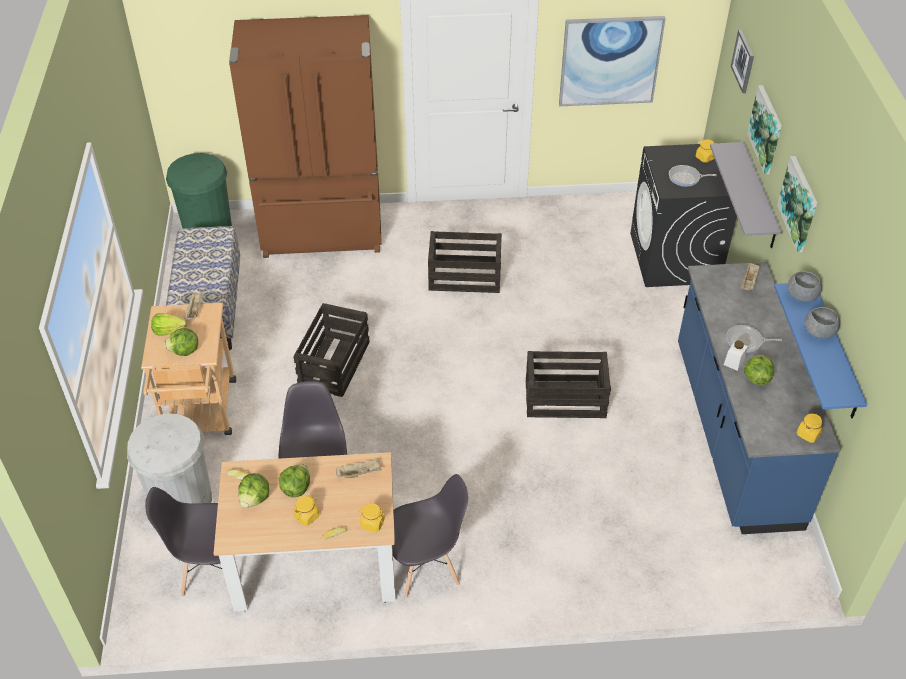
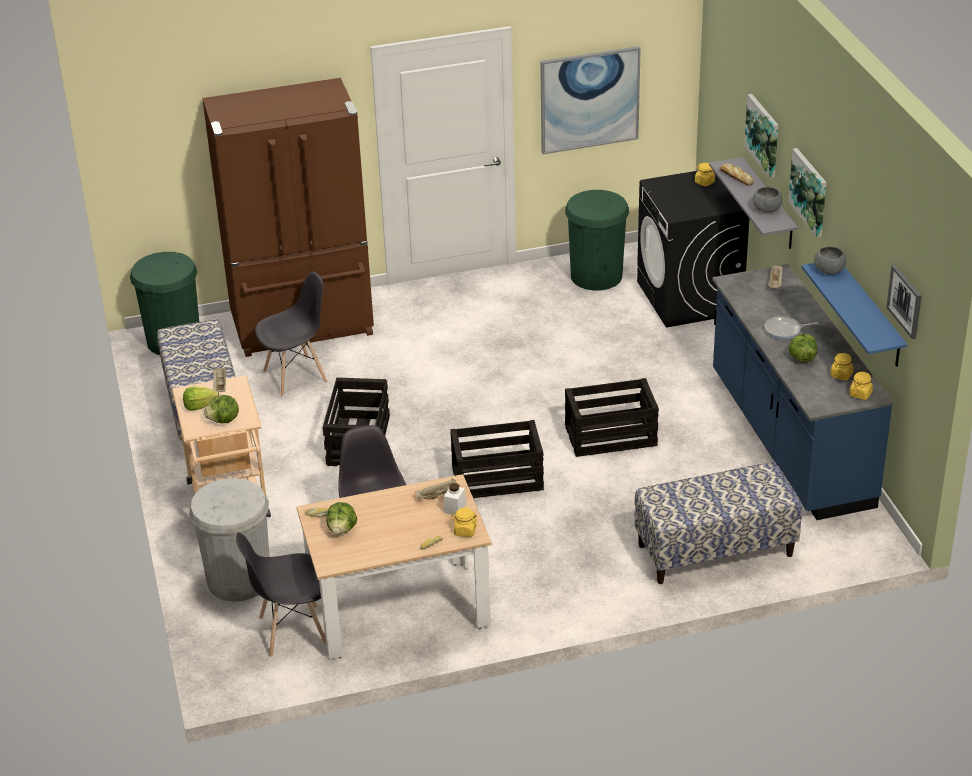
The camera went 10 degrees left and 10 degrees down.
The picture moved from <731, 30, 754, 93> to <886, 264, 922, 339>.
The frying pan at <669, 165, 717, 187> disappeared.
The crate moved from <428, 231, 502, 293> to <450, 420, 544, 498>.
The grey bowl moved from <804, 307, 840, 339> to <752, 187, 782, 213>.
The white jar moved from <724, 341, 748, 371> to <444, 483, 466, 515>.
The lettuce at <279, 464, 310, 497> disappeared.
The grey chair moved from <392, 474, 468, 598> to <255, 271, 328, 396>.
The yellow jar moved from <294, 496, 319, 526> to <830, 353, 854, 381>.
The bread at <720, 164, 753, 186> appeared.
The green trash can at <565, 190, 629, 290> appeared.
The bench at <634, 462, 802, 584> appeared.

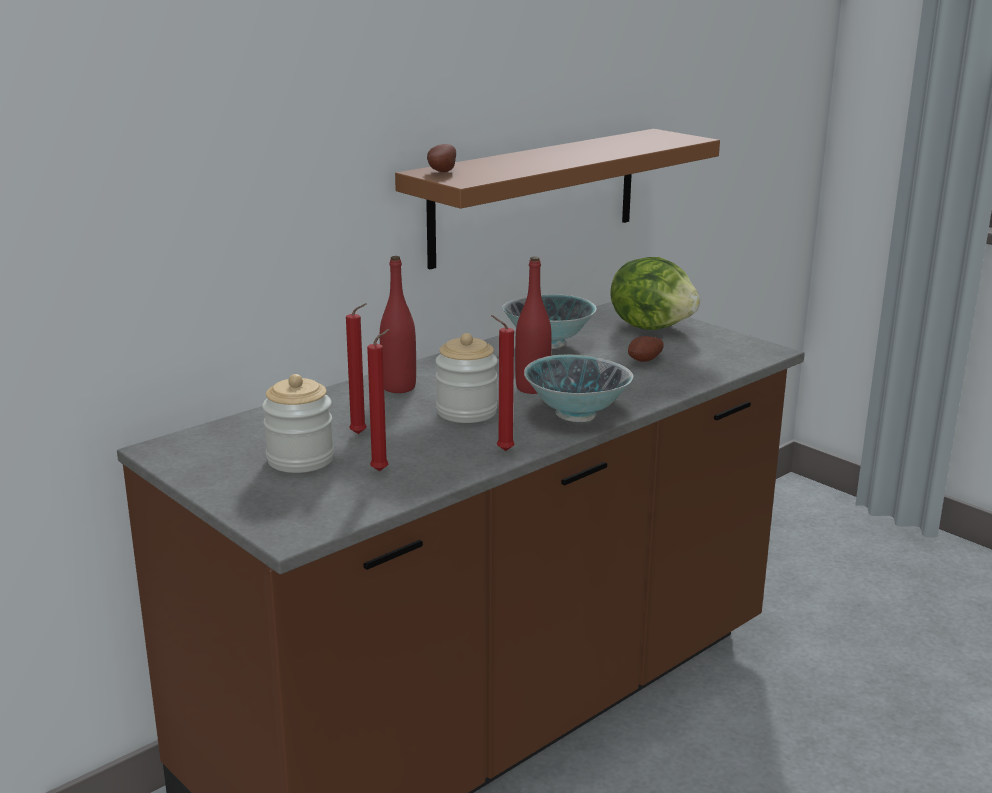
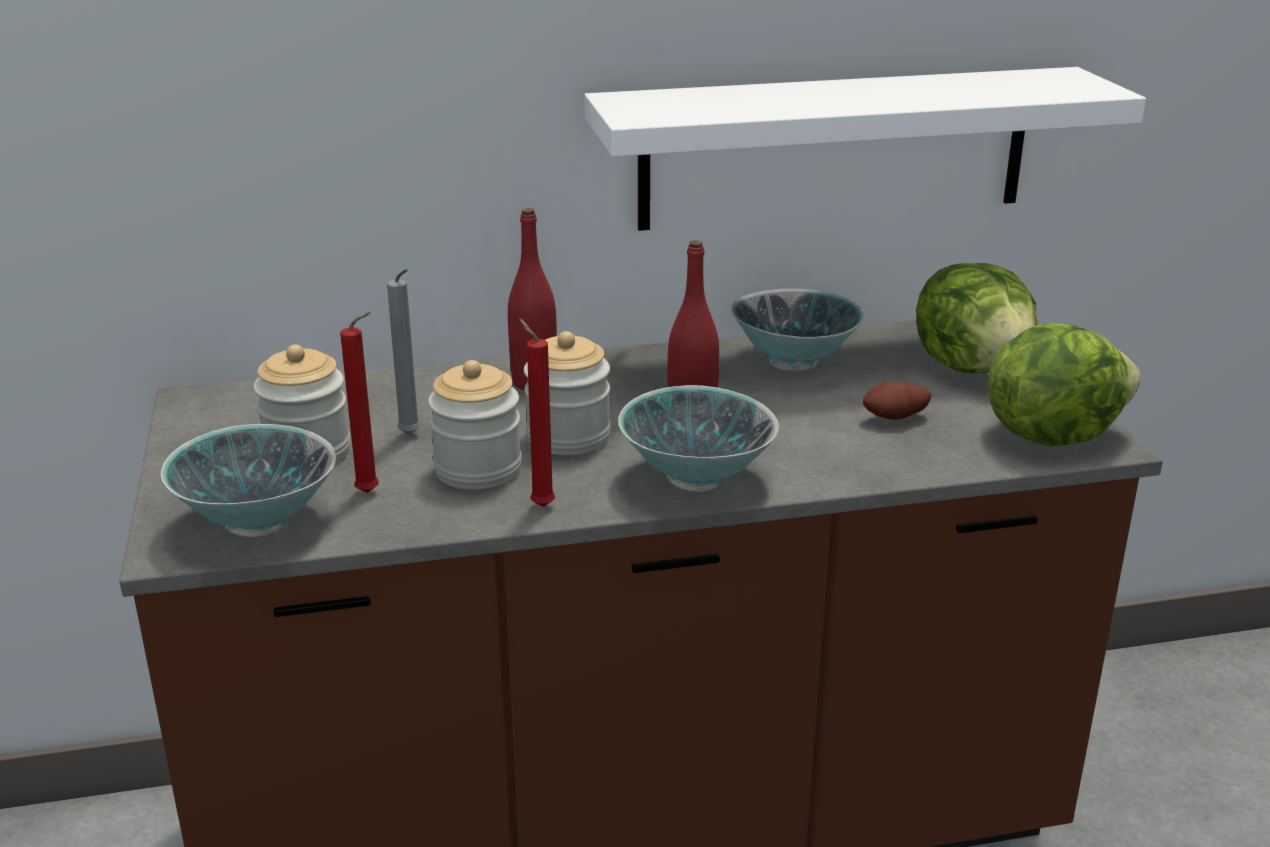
The camera went 30 degrees right and 5 degrees up.
The brown shelf at <395, 129, 720, 269> became the white shelf at <584, 67, 1146, 231>.
The potato at <427, 144, 456, 172> disappeared.
The red candle at <346, 303, 367, 434> became the grey candle at <387, 269, 420, 435>.
The lettuce at <988, 323, 1141, 447> appeared.
The jar at <428, 360, 522, 490> appeared.
The bowl at <161, 424, 336, 537> appeared.

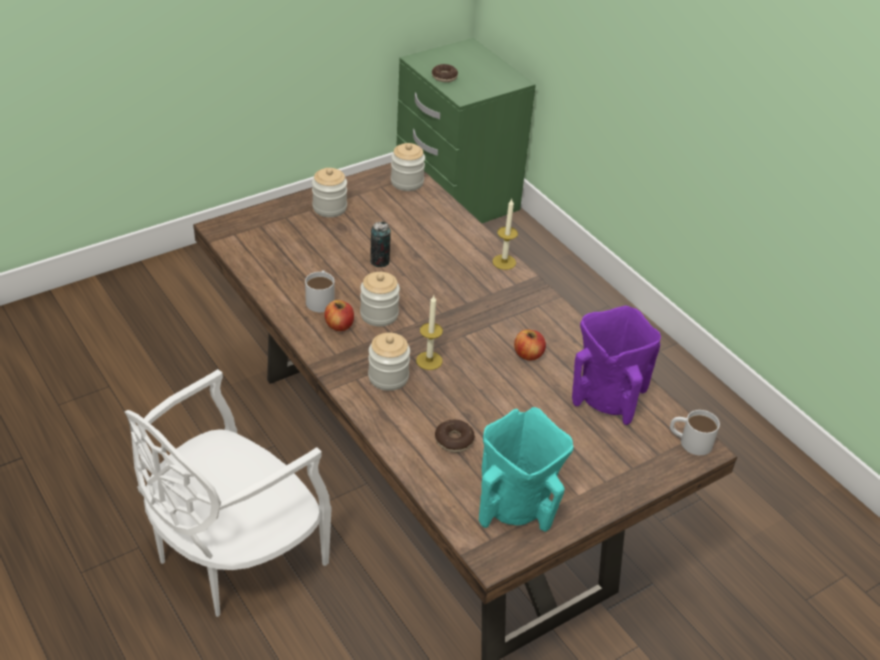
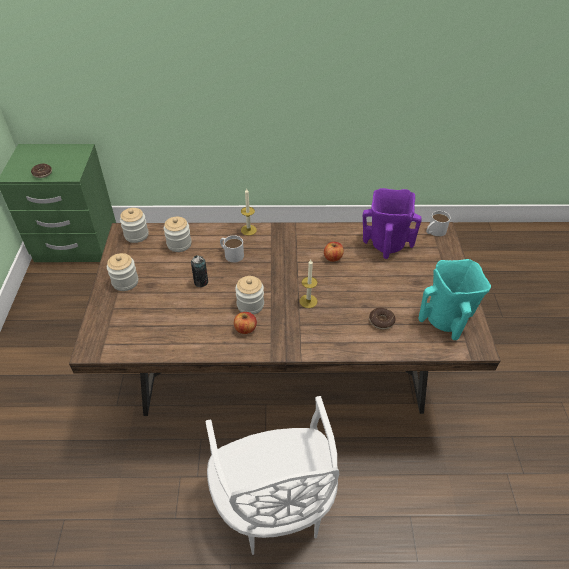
The camera went 55 degrees left and 5 degrees up.
The white mug moved from <305, 270, 335, 312> to <220, 235, 244, 263>.
The jar moved from <368, 333, 410, 391> to <164, 217, 192, 252>.

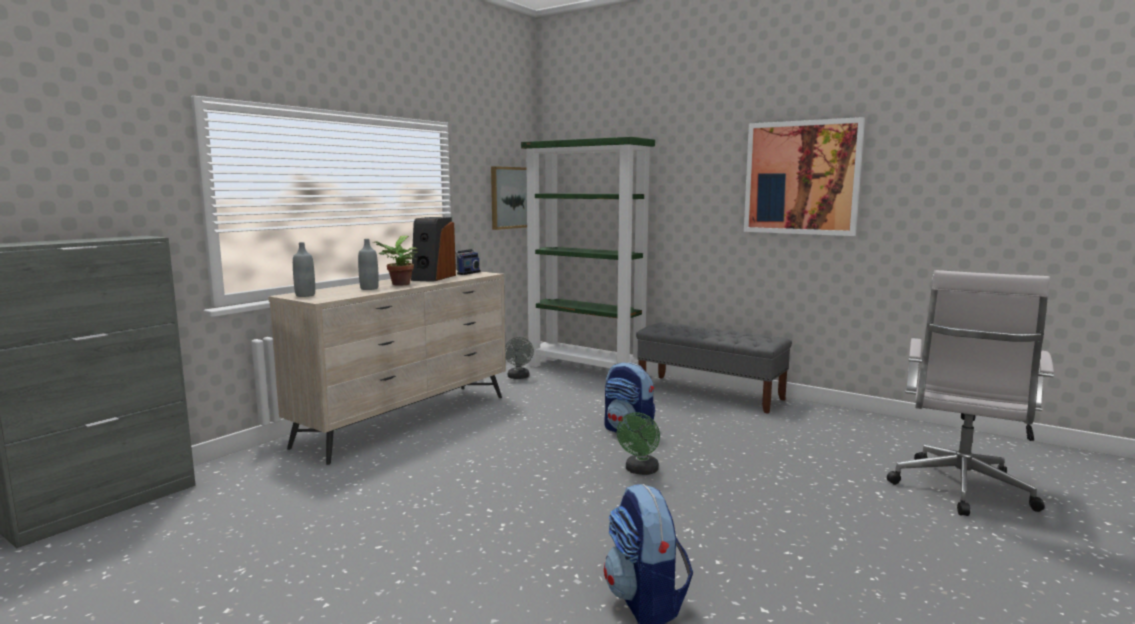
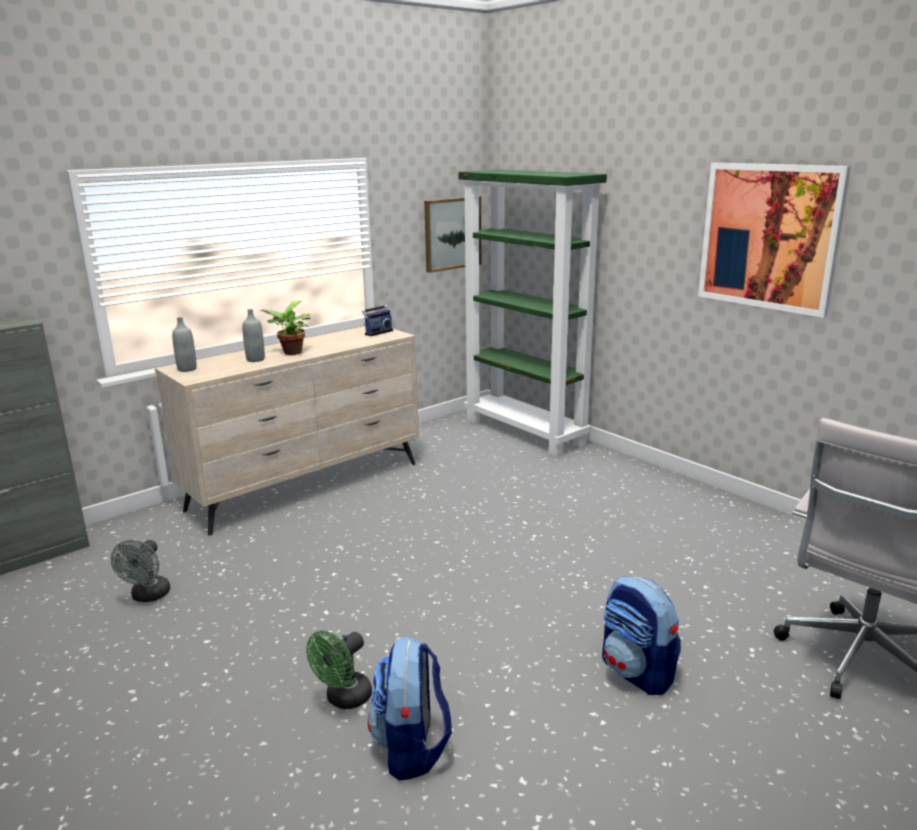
The camera went 15 degrees right and 10 degrees up.
The speaker at <411, 217, 456, 282> disappeared.
The grey bench at <636, 322, 792, 414> disappeared.
The grey fan moved from <505, 337, 534, 379> to <111, 540, 170, 602>.
The backpack moved from <605, 362, 655, 433> to <602, 576, 681, 695>.
The green fan moved from <617, 412, 660, 475> to <306, 631, 372, 709>.

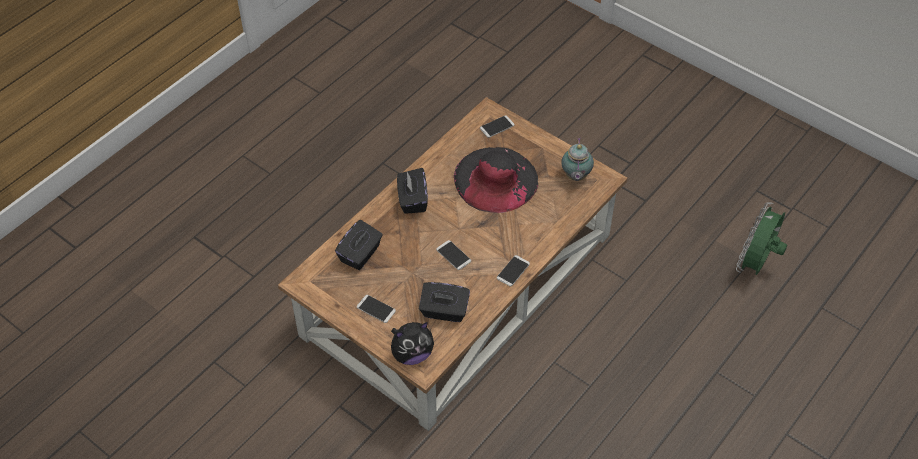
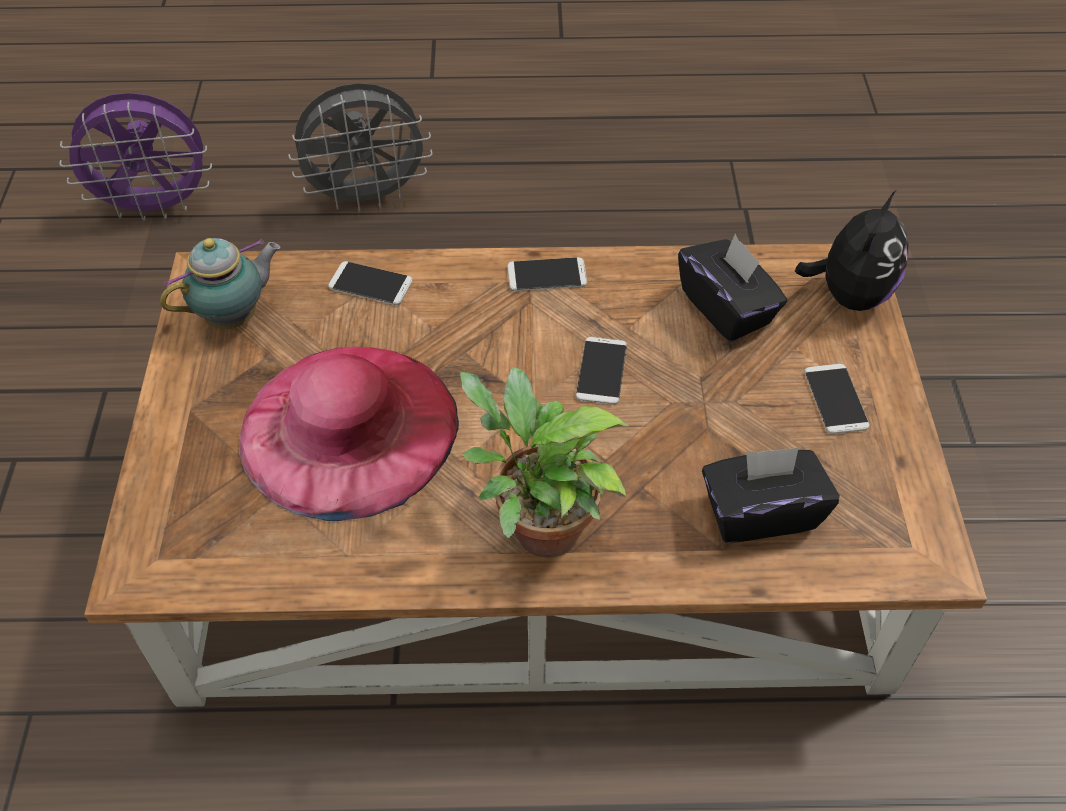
The camera went 130 degrees left and 0 degrees up.
The phone moved from <480, 115, 515, 138> to <328, 261, 413, 305>.
The black hat at <454, 147, 538, 213> became the pink hat at <239, 347, 459, 521>.
The black tissue box at <397, 168, 428, 214> was replaced by the potted plant at <460, 367, 628, 558>.
The green fan at <736, 202, 787, 275> became the purple fan at <59, 93, 212, 221>.
The plush toy at <391, 322, 434, 365> turned 90 degrees clockwise.
The grey fan at <288, 83, 432, 212> appeared.

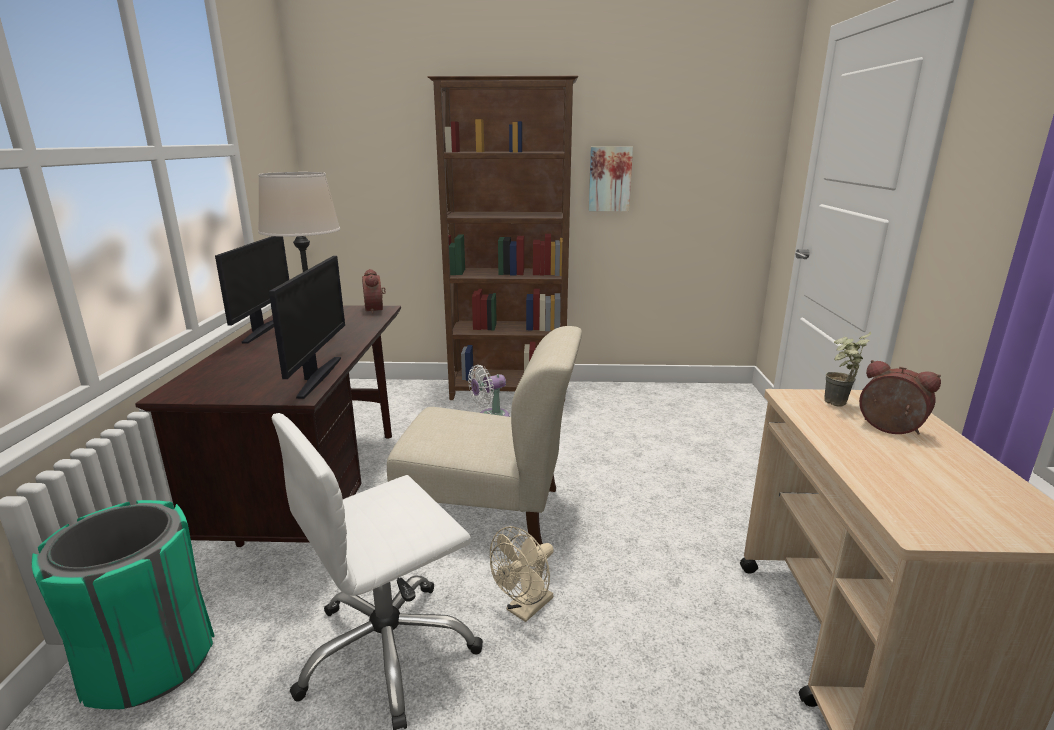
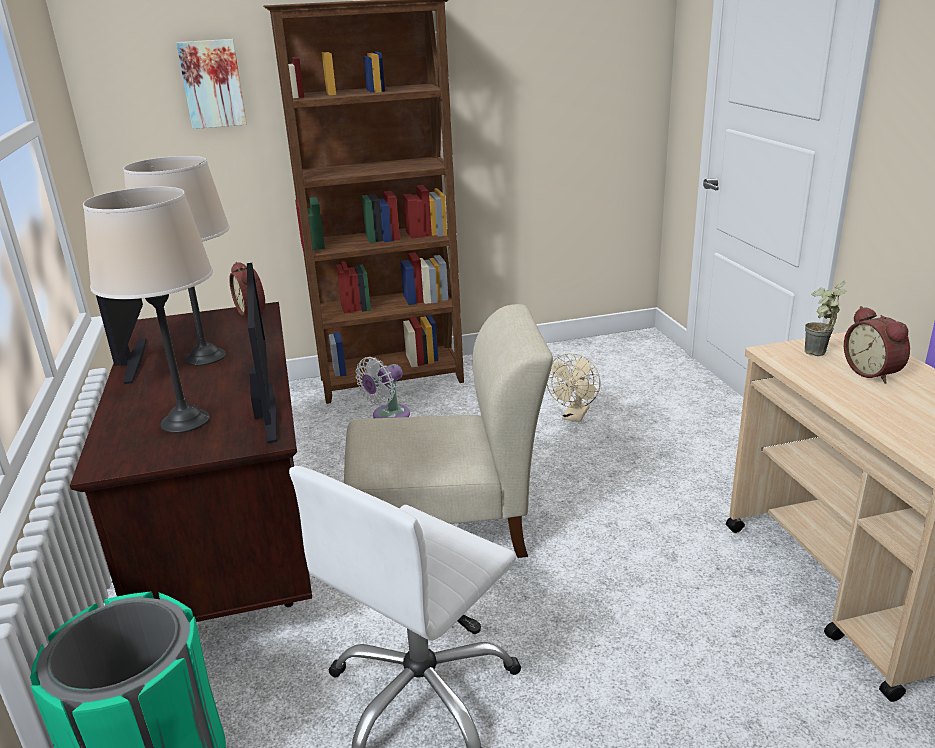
The camera went 15 degrees left and 5 degrees up.
The picture moved from <589, 147, 633, 211> to <176, 39, 247, 129>.
The alarm clock at <859, 360, 941, 435> turned 135 degrees counterclockwise.
The beige fan moved from <490, 526, 554, 622> to <547, 353, 600, 422>.
The beige table lamp at <83, 187, 213, 433> appeared.

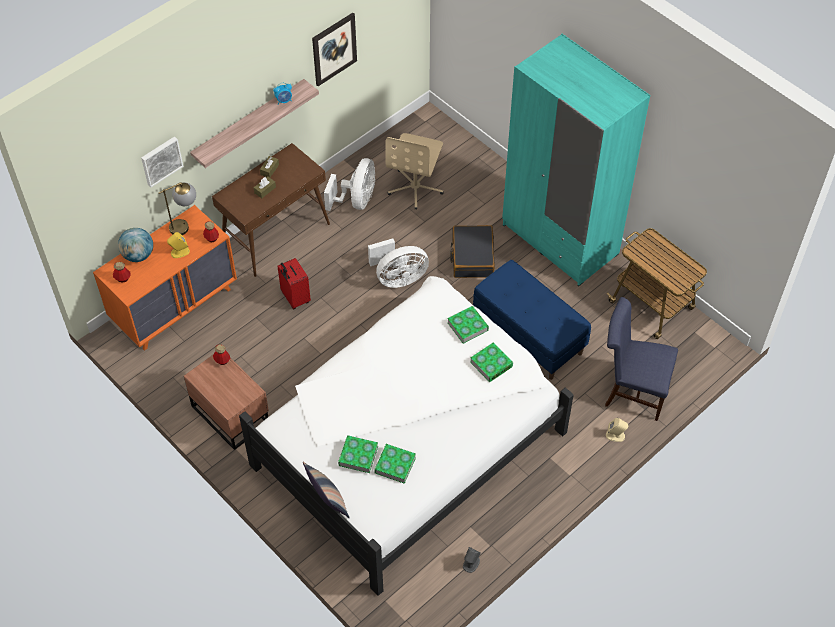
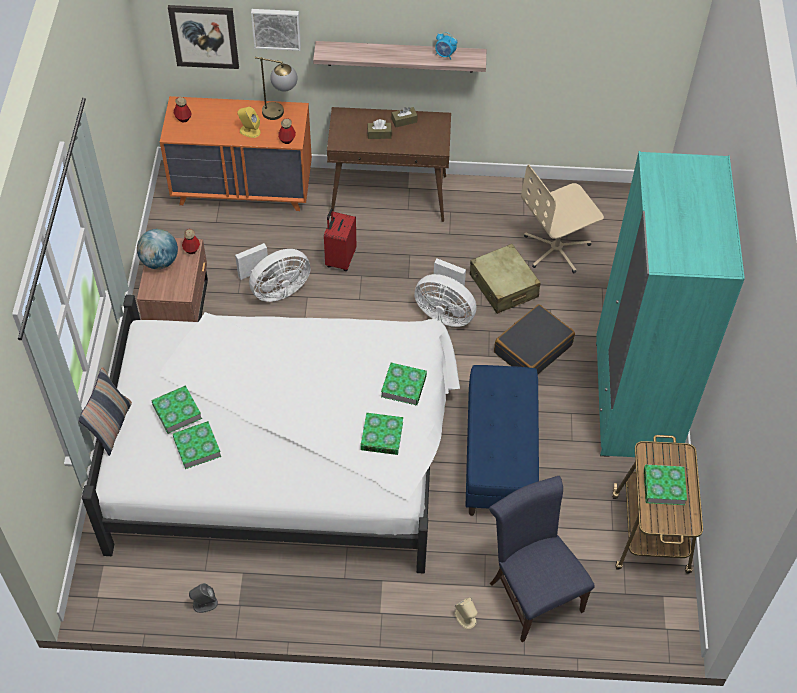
The camera went 45 degrees right and 0 degrees up.
The picture moved from <312, 13, 357, 86> to <168, 5, 239, 69>.
The white fan moved from <324, 158, 375, 211> to <235, 243, 310, 302>.
The globe moved from <118, 228, 153, 262> to <137, 229, 178, 269>.
The beige suitcase at <470, 244, 541, 314> appeared.
The book at <644, 465, 687, 505> appeared.

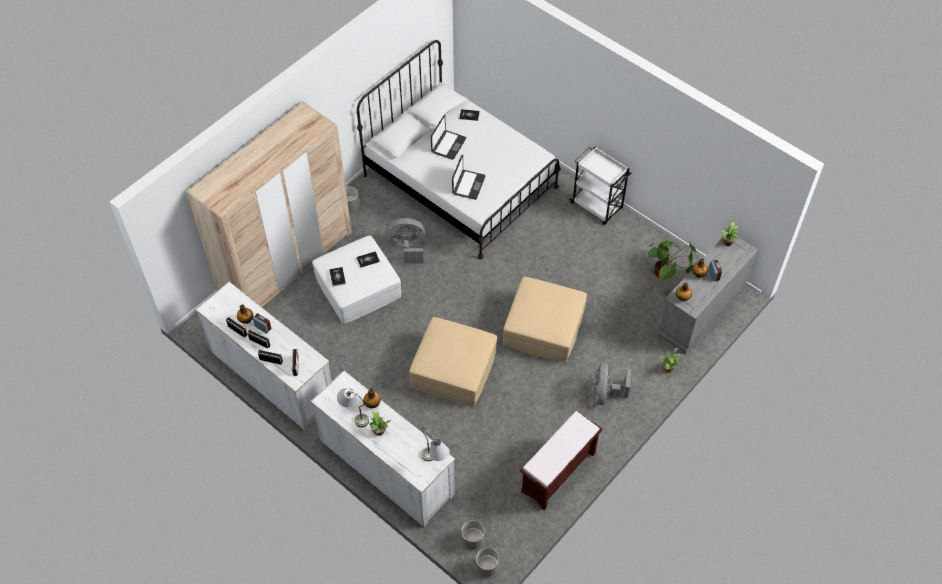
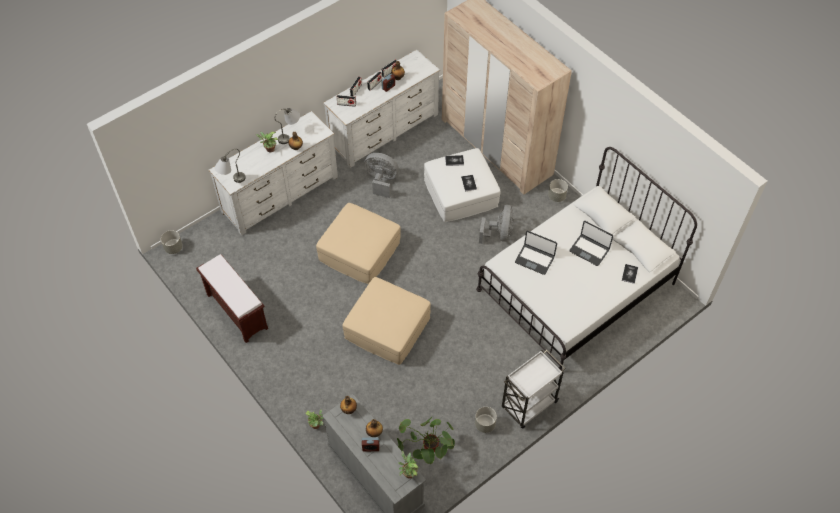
The camera went 100 degrees right and 0 degrees up.
The grey fan moved from <593, 363, 631, 405> to <364, 153, 399, 198>.
The grey planter moved from <461, 520, 484, 549> to <475, 407, 497, 433>.

